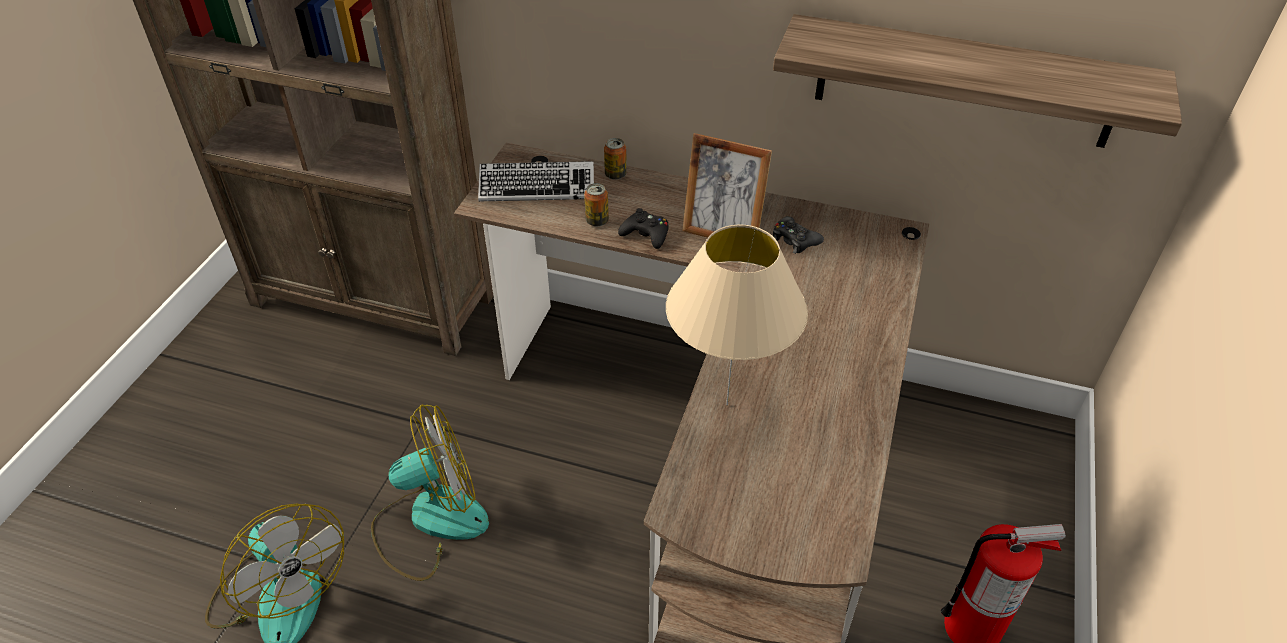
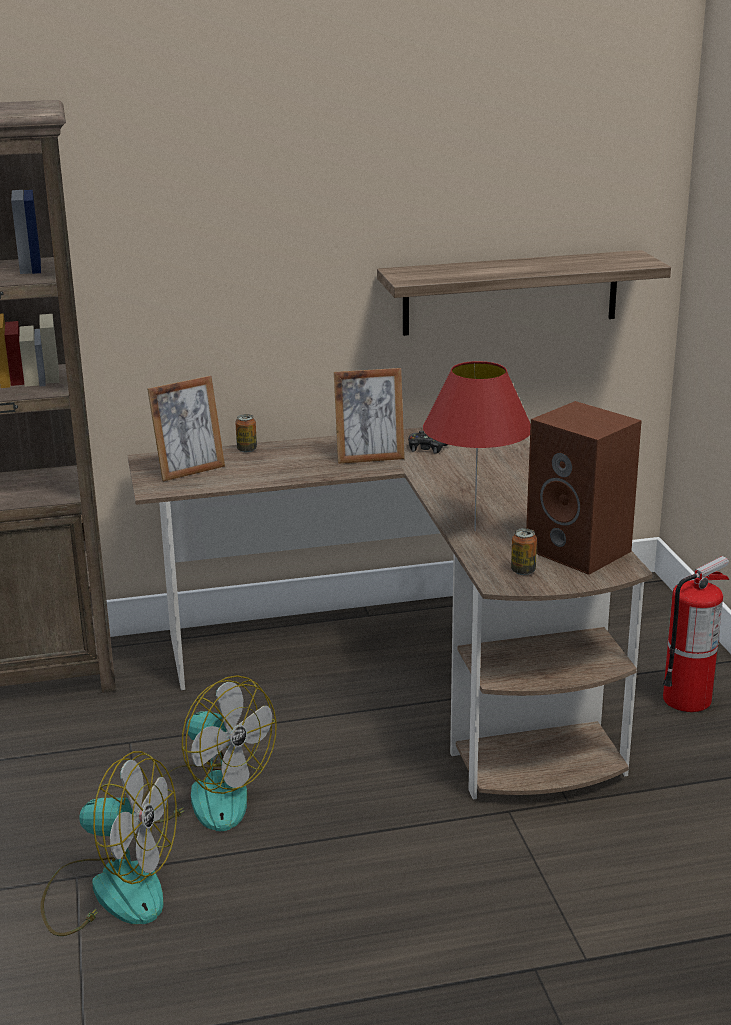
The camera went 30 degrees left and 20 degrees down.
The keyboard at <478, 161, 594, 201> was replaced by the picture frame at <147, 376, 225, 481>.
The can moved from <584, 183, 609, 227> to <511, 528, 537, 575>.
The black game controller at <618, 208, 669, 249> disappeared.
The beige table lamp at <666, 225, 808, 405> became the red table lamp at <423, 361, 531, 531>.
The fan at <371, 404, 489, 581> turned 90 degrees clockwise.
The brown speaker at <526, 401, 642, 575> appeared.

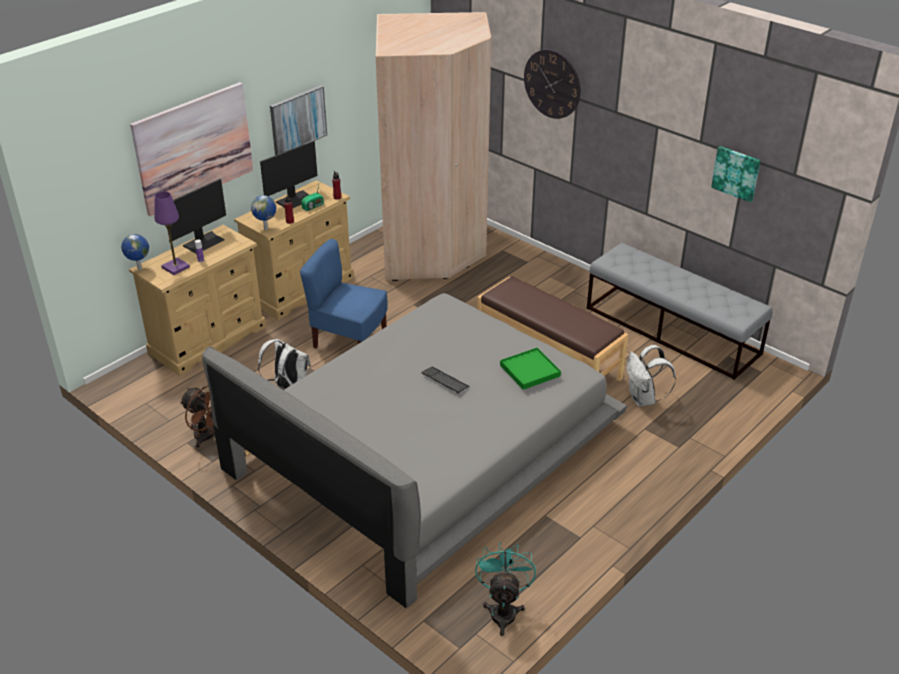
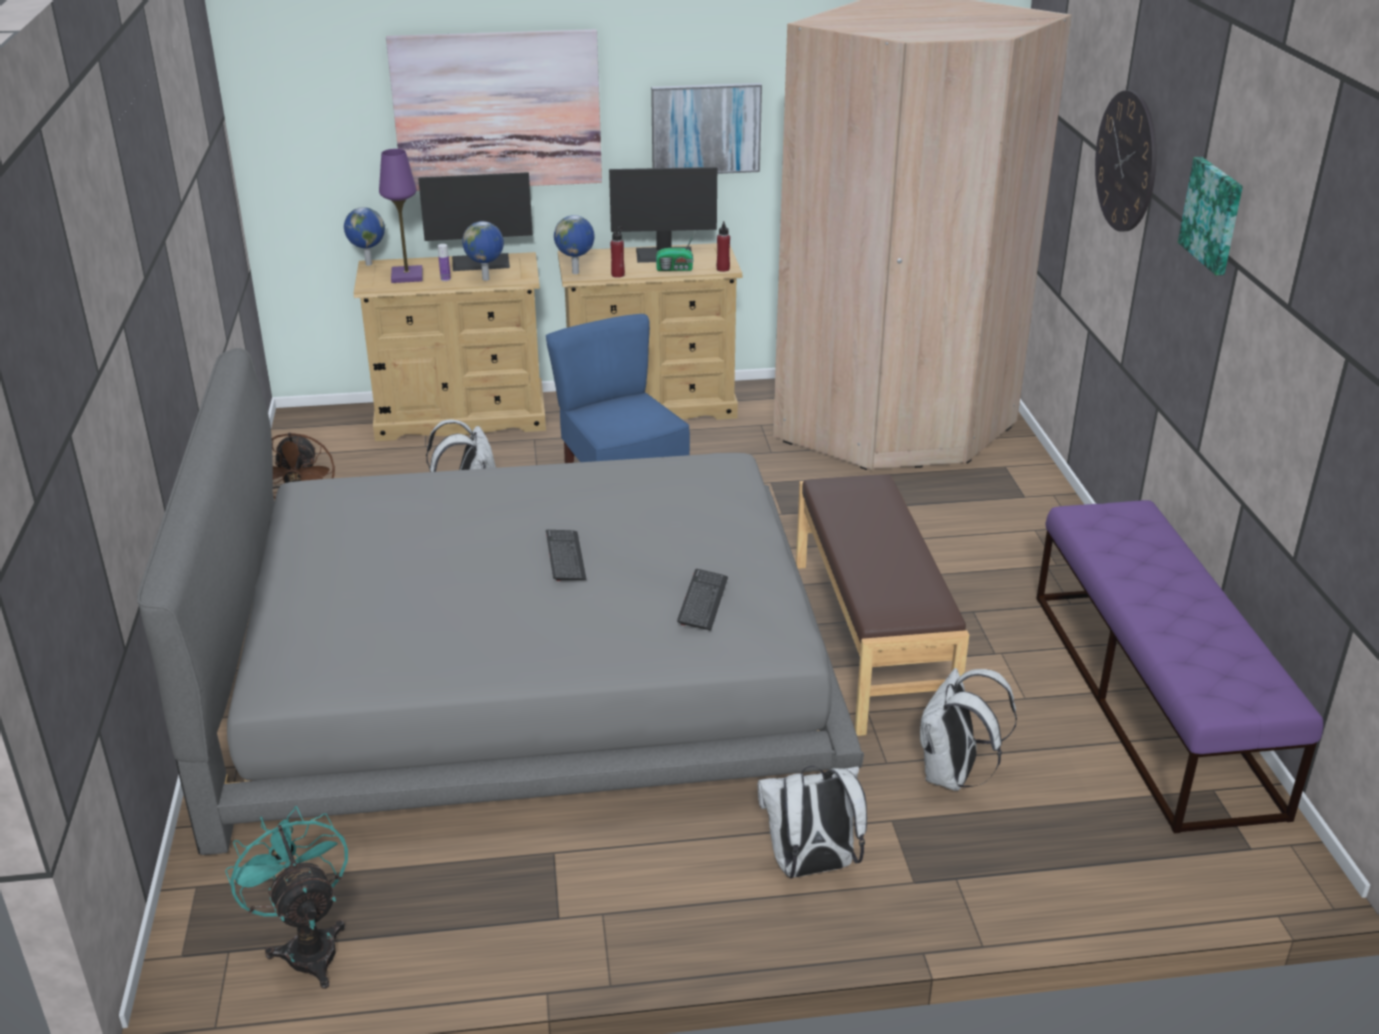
The camera went 40 degrees right and 5 degrees down.
The picture moved from <711, 146, 761, 202> to <1178, 157, 1243, 275>.
The grey bench at <587, 243, 773, 380> became the purple bench at <1036, 500, 1323, 833>.
The green tray at <500, 348, 561, 390> was replaced by the keyboard at <677, 569, 728, 631>.
The turquoise fan at <475, 542, 536, 636> turned 75 degrees counterclockwise.
The globe at <462, 221, 504, 281> appeared.
The white backpack at <757, 766, 867, 879> appeared.

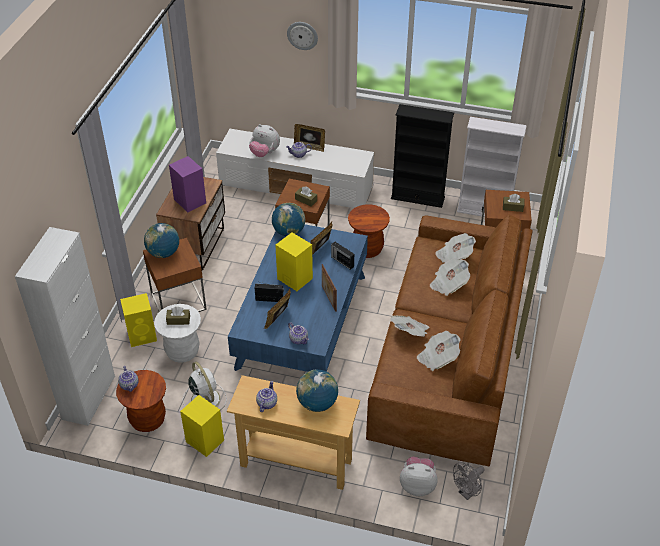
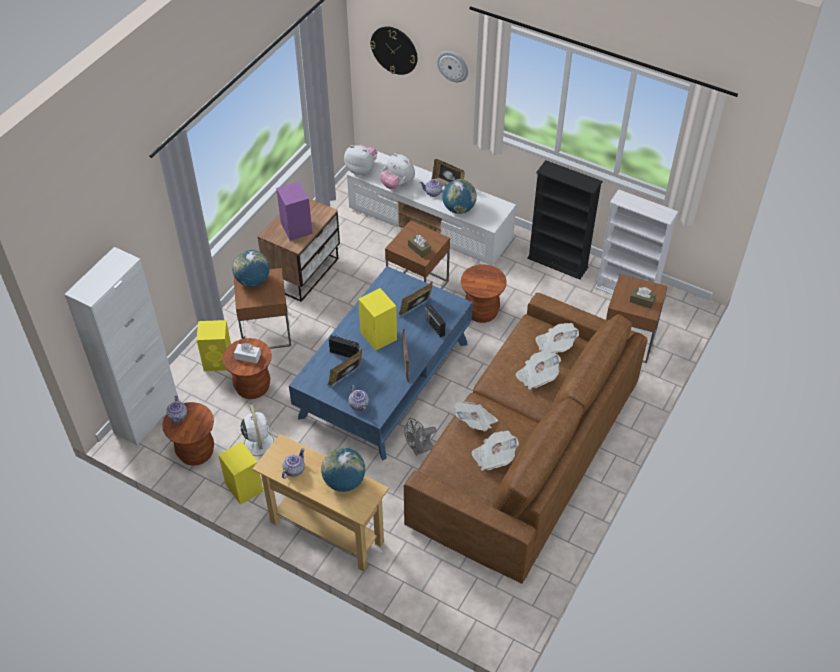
The camera went 15 degrees right and 5 degrees up.
The globe moved from <272, 203, 305, 236> to <442, 179, 477, 214>.
The white stool at <154, 304, 201, 363> became the brown stool at <223, 338, 272, 399>.
The brown tissue box at <166, 307, 190, 325> became the white tissue box at <234, 343, 261, 363>.
The plush toy moved from <400, 457, 438, 496> to <344, 144, 377, 176>.
The grey fan moved from <453, 462, 485, 500> to <404, 418, 437, 456>.
The wall clock at <370, 26, 417, 75> appeared.

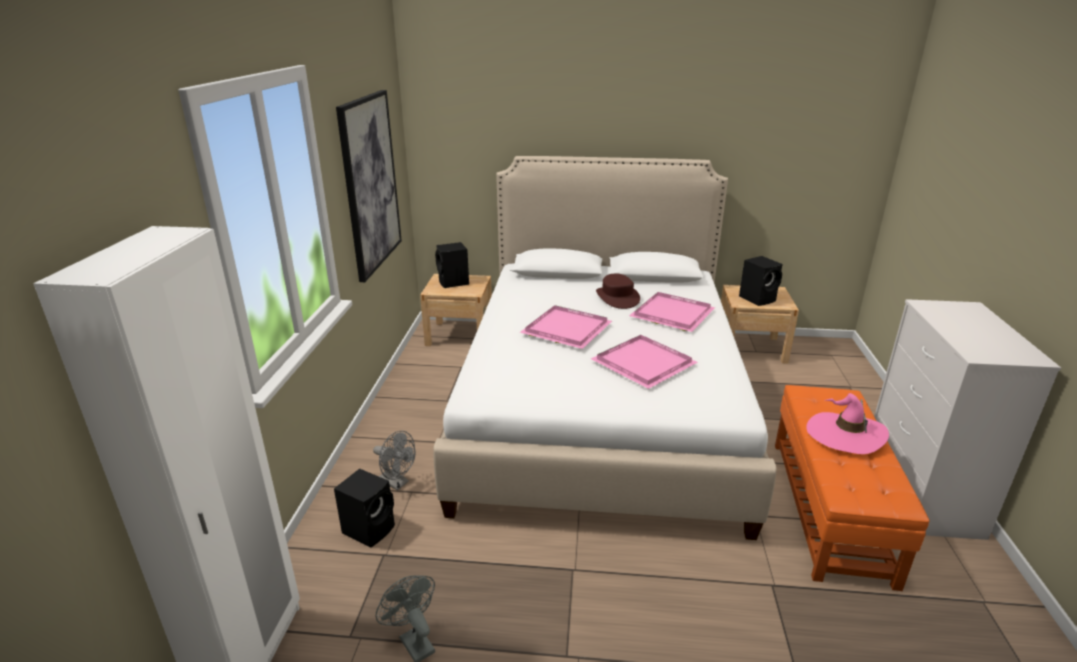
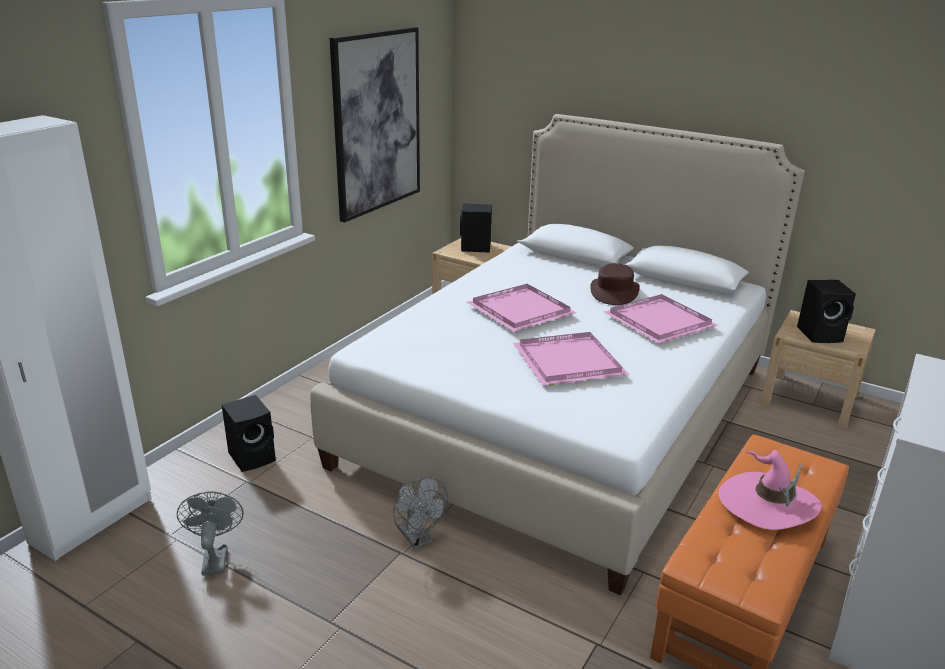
The camera went 25 degrees right and 0 degrees up.
The grey fan moved from <373, 431, 415, 490> to <393, 477, 448, 549>.

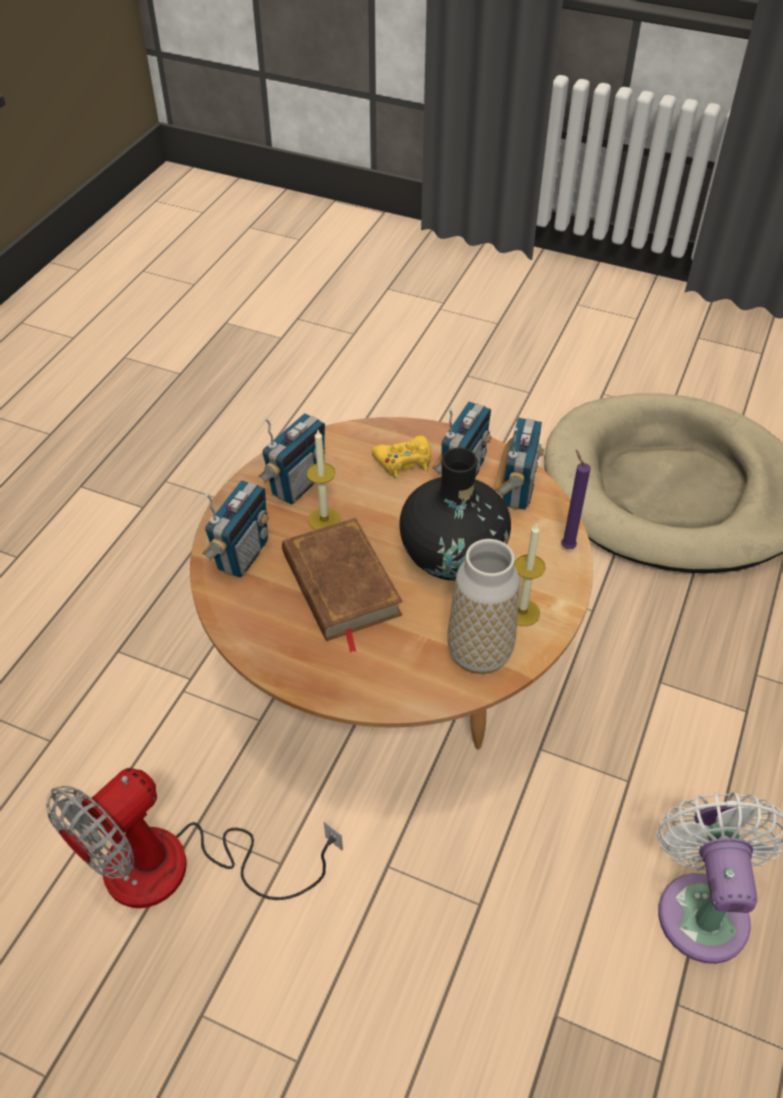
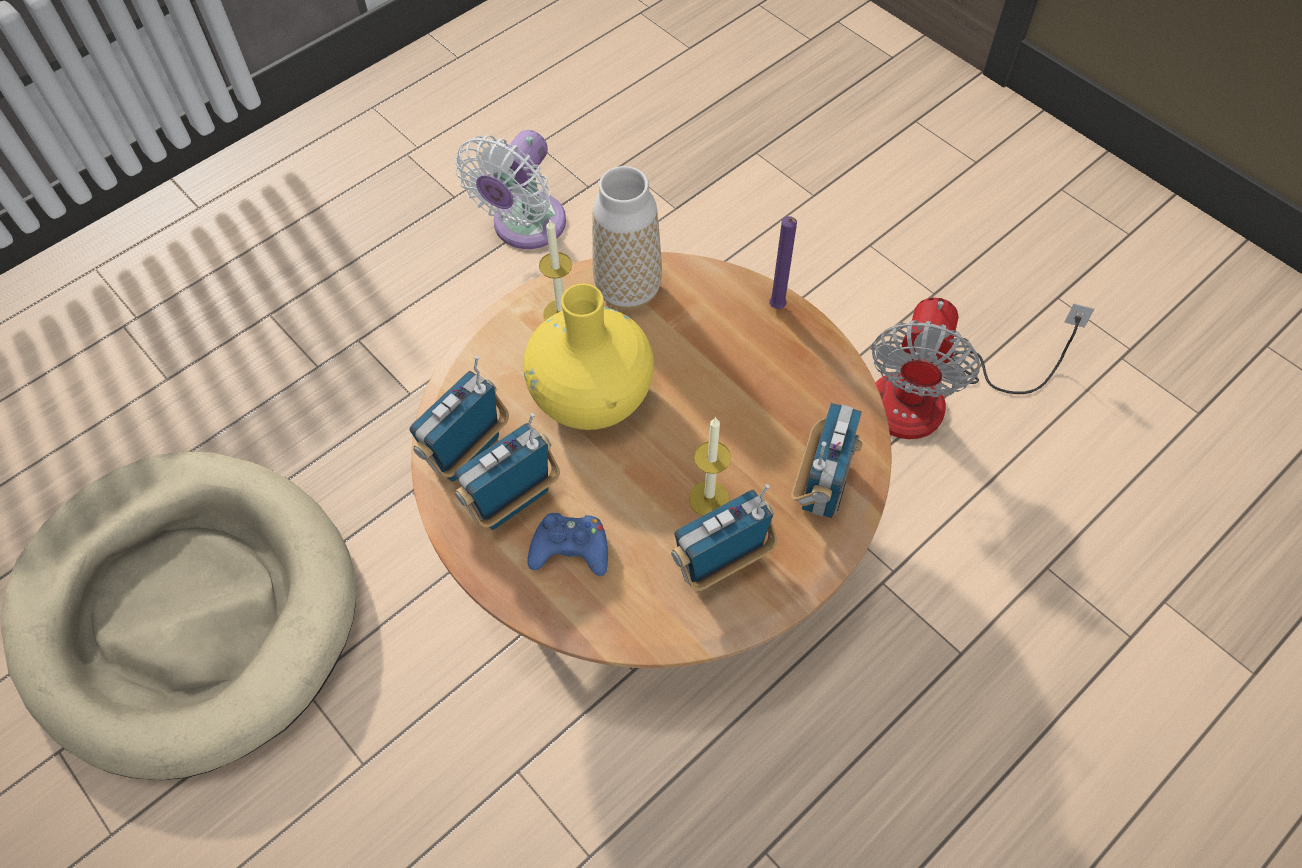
The camera went 155 degrees left and 10 degrees up.
The yellow game controller at <372, 436, 431, 478> became the blue game controller at <528, 513, 608, 576>.
The black vase at <399, 448, 511, 581> became the yellow vase at <523, 284, 654, 430>.
The purple candle moved from <561, 450, 591, 549> to <769, 216, 797, 309>.
The radio at <202, 480, 269, 578> turned 150 degrees clockwise.
The brown book at <282, 518, 403, 653> disappeared.
The fan at <46, 768, 343, 908> turned 135 degrees clockwise.

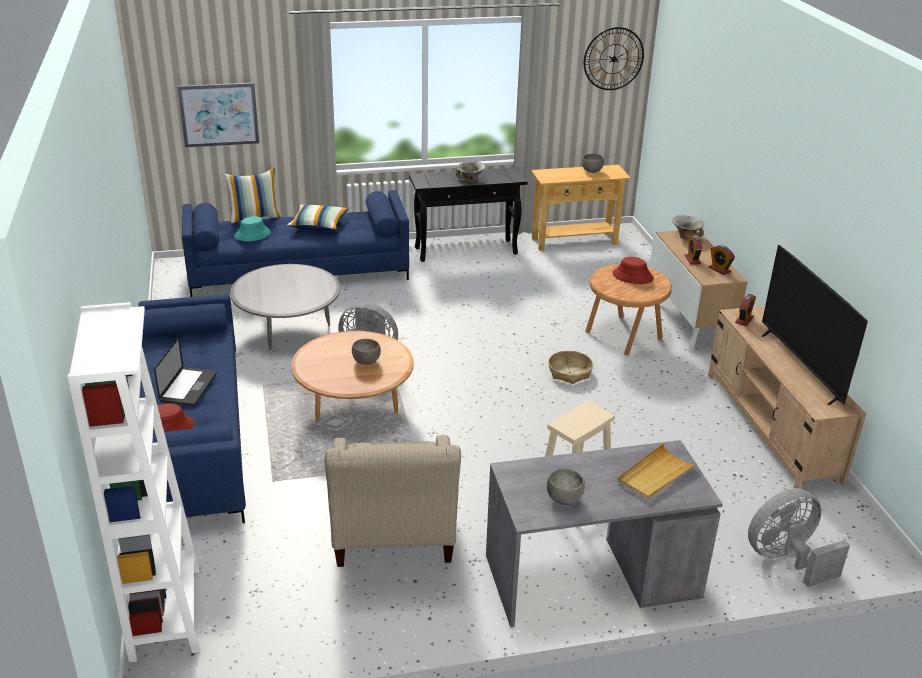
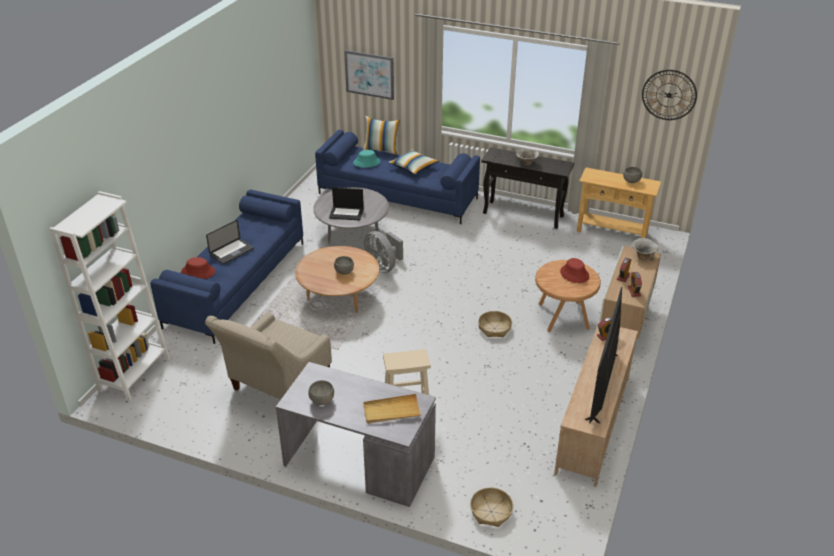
The camera went 35 degrees right and 5 degrees up.
The grey fan at <748, 488, 850, 587> was replaced by the basket at <470, 487, 513, 527>.
The laptop at <329, 187, 364, 221> appeared.

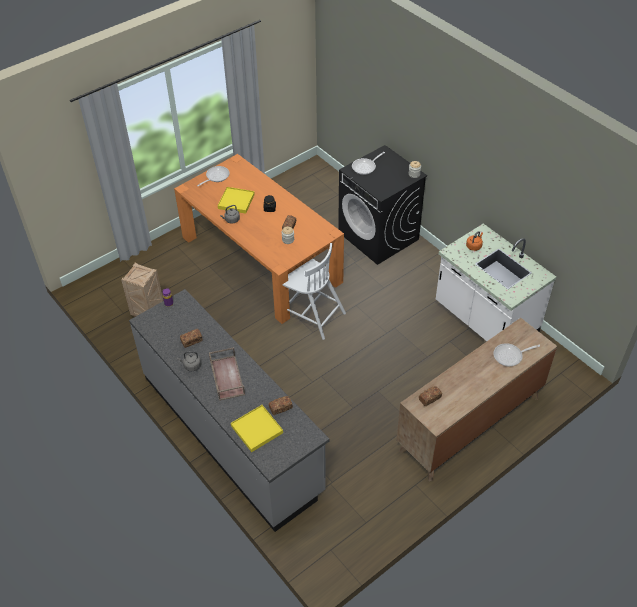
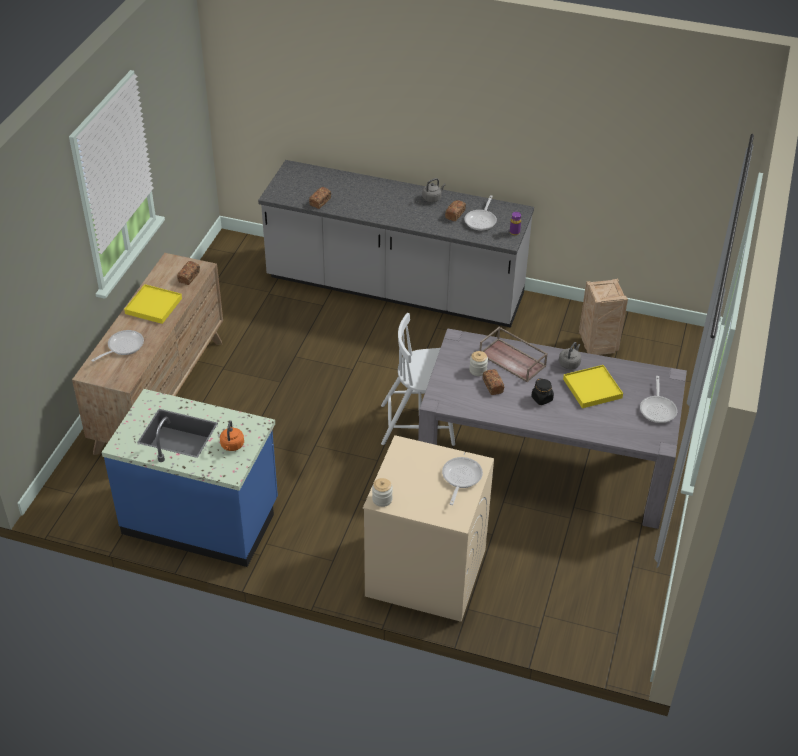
The camera went 145 degrees right and 5 degrees down.
The black washing machine at <338, 145, 427, 265> became the beige washing machine at <363, 435, 494, 622>.
The orange dining table at <174, 154, 344, 324> became the grey dining table at <418, 328, 687, 529>.
The white counter at <436, 224, 556, 341> became the blue counter at <102, 389, 278, 567>.
The brown tray moved from <209, 347, 245, 401> to <479, 327, 548, 382>.
The yellow tray moved from <231, 405, 283, 452> to <124, 284, 182, 324>.
The frying pan at <464, 195, 497, 231> appeared.

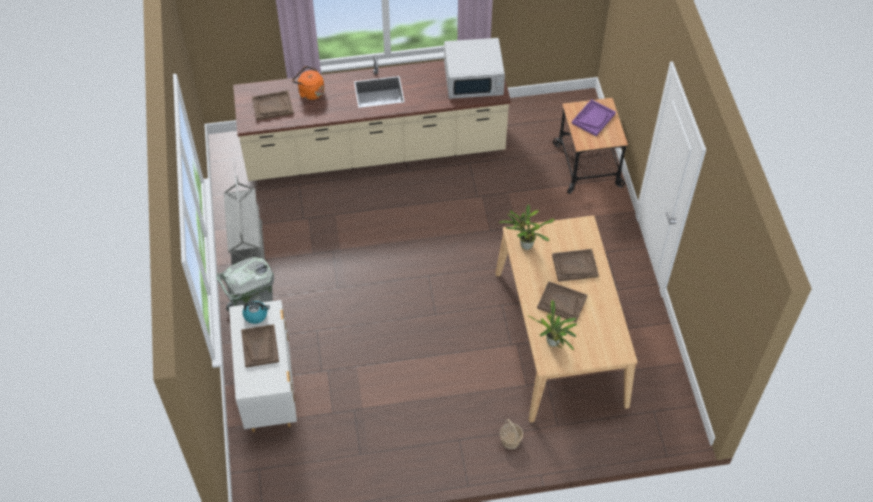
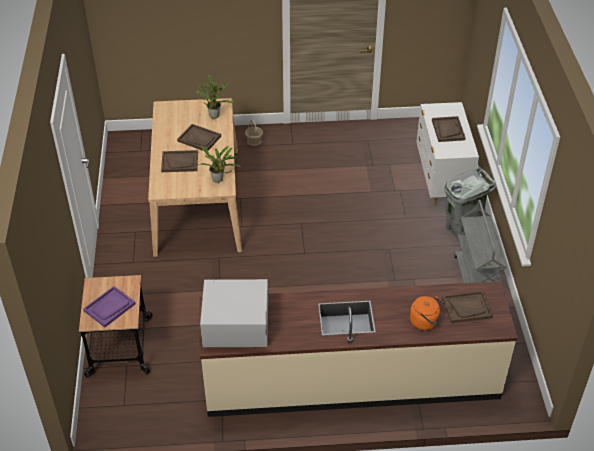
The camera went 175 degrees left and 10 degrees down.
The kettle at <242, 301, 270, 324> disappeared.

